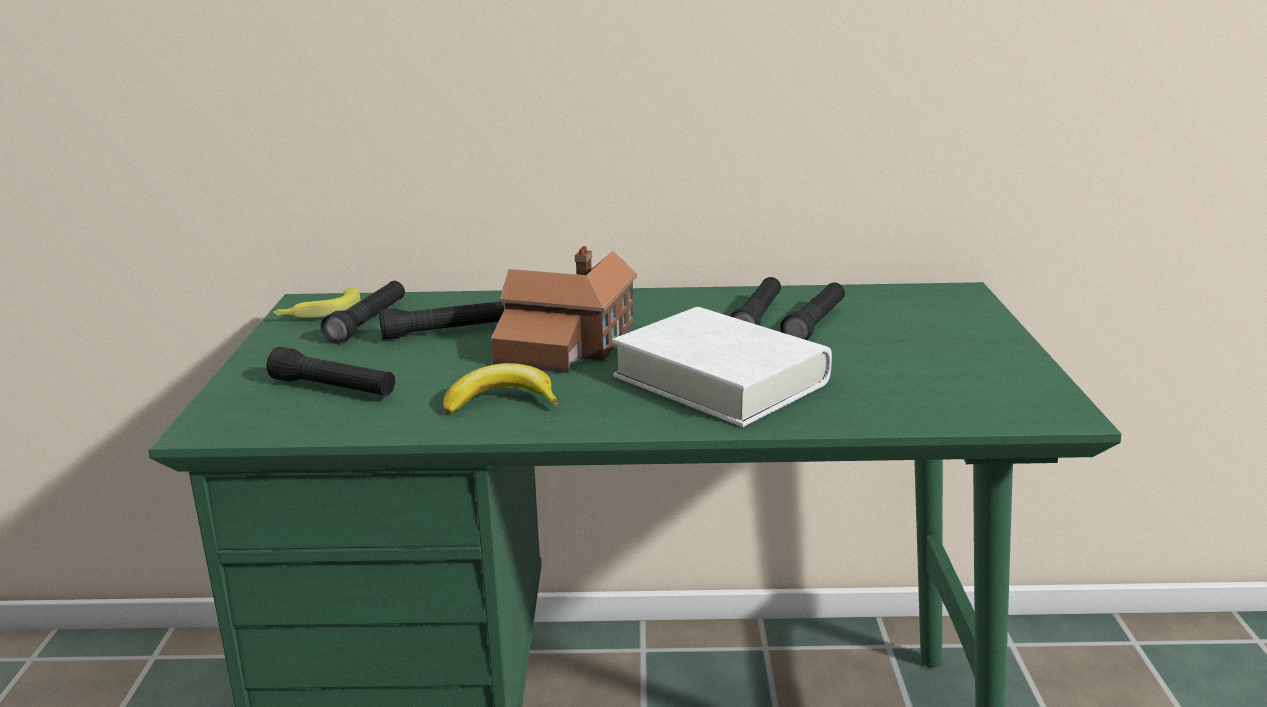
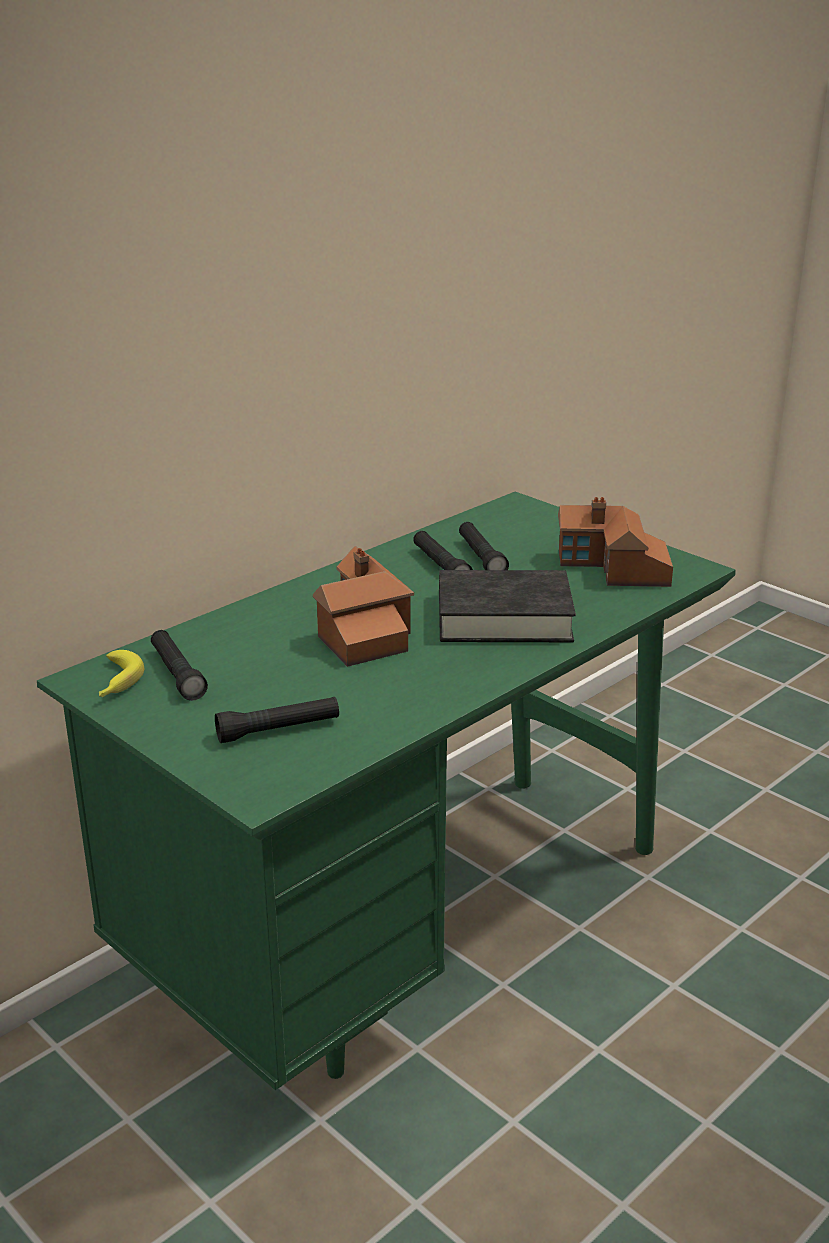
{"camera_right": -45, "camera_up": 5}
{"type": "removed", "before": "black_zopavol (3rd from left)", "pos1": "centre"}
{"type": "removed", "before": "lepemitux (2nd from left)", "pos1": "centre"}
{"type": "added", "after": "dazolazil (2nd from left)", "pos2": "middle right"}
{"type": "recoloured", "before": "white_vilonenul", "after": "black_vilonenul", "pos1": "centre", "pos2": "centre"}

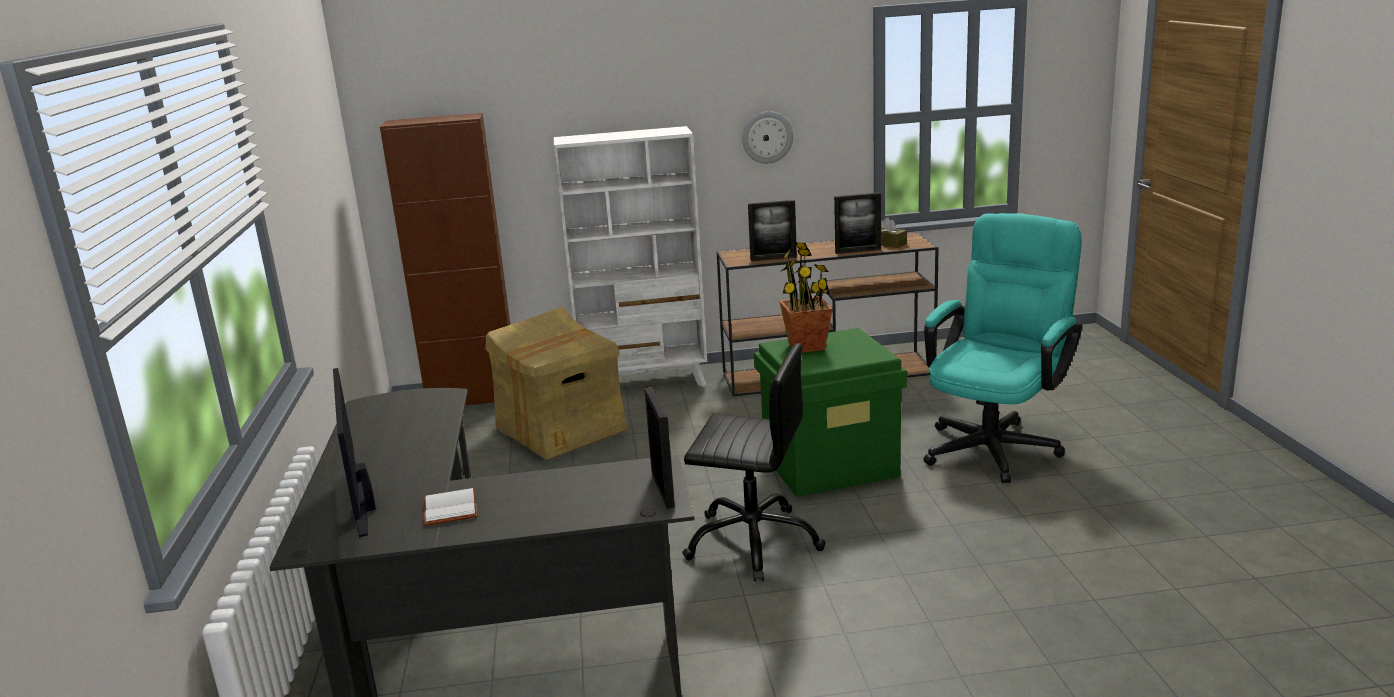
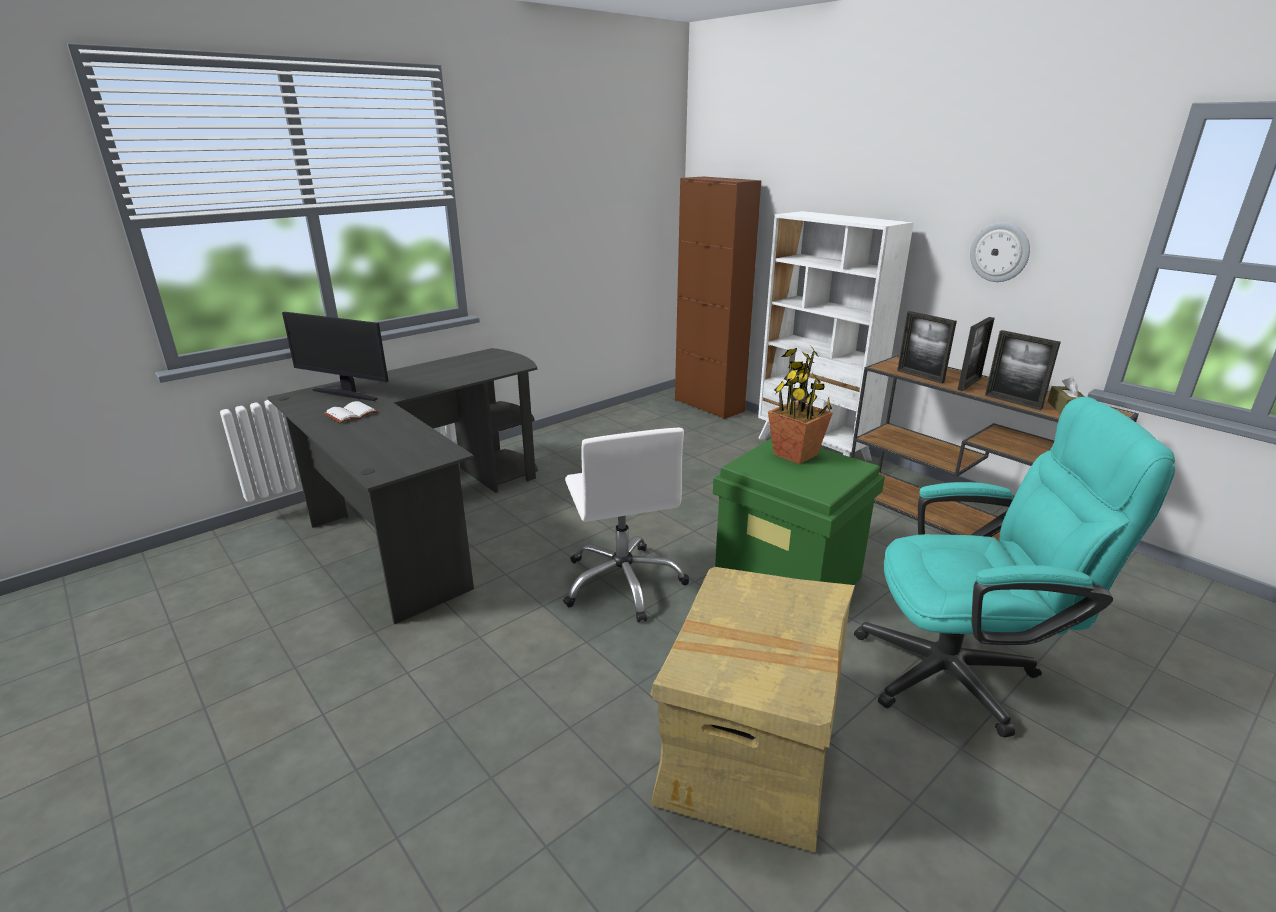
{"camera_right": 55, "camera_up": 5}
{"type": "moved", "before": "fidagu", "pos1": "centre", "pos2": "bottom centre"}
{"type": "moved", "before": "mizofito (1st from left in the first image)", "after": "mizofito (2nd from left)", "pos1": "centre", "pos2": "middle right"}
{"type": "recoloured", "before": "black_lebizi", "after": "white_lebizi", "pos1": "centre", "pos2": "centre"}
{"type": "turned", "before": "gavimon", "pos1": "middle left", "pos2": "middle left", "turn": -105}

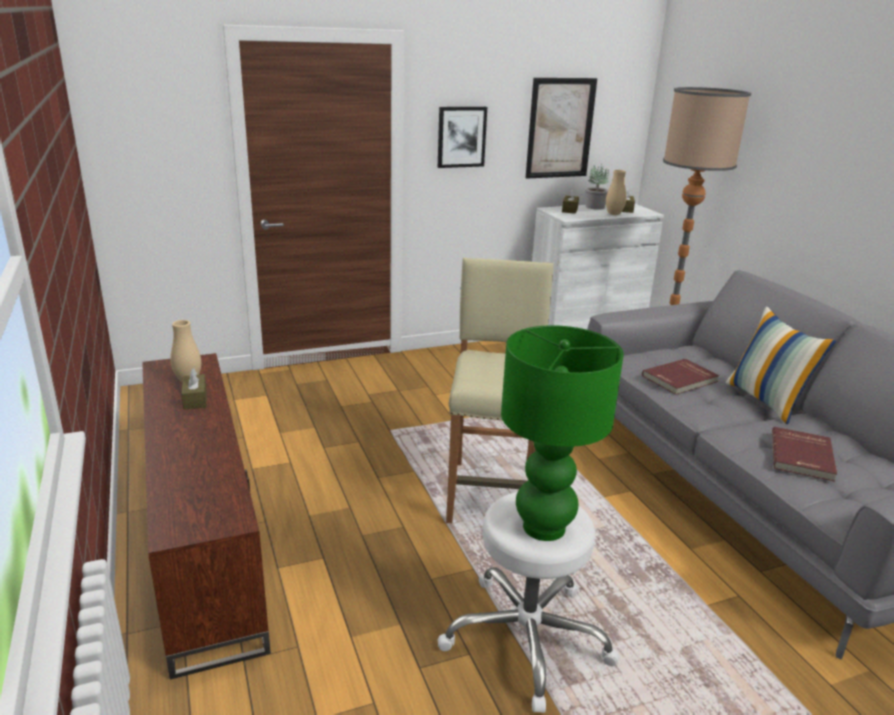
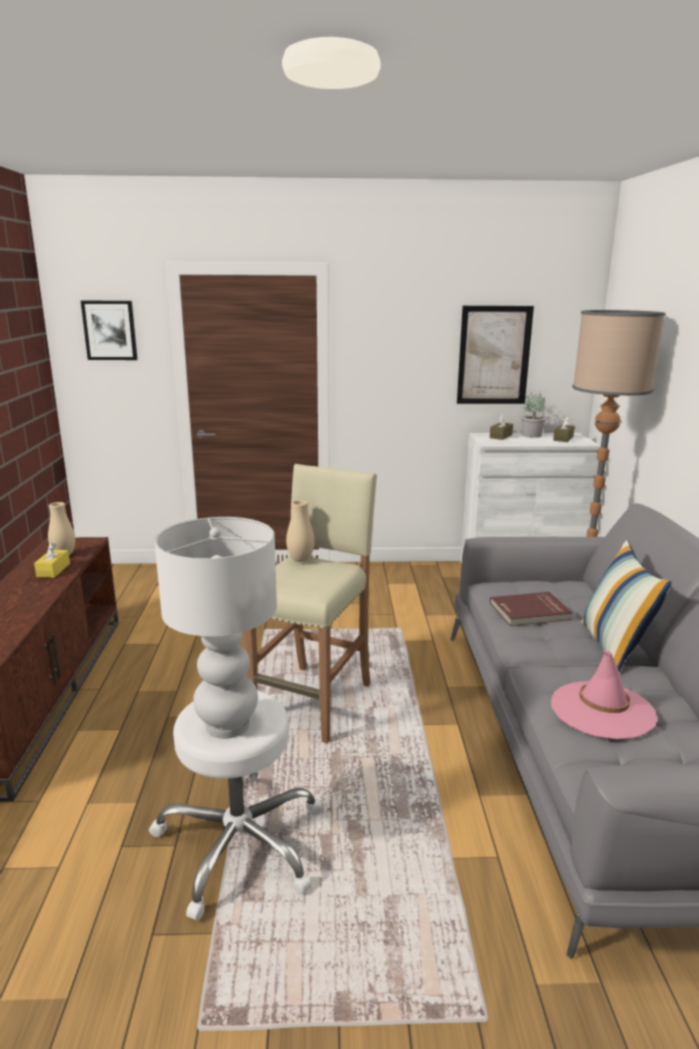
{"camera_right": 20, "camera_up": -5}
{"type": "moved", "before": "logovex (1st from left)", "pos1": "top centre", "pos2": "top left"}
{"type": "moved", "before": "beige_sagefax (2nd from left)", "pos1": "top right", "pos2": "centre"}
{"type": "replaced", "before": "red_vilonenul (2nd from left)", "after": "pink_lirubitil", "pos1": "middle right", "pos2": "middle right"}
{"type": "recoloured", "before": "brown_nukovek (1st from left)", "after": "yellow_nukovek", "pos1": "middle left", "pos2": "middle left"}
{"type": "recoloured", "before": "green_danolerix", "after": "white_danolerix", "pos1": "centre", "pos2": "middle left"}

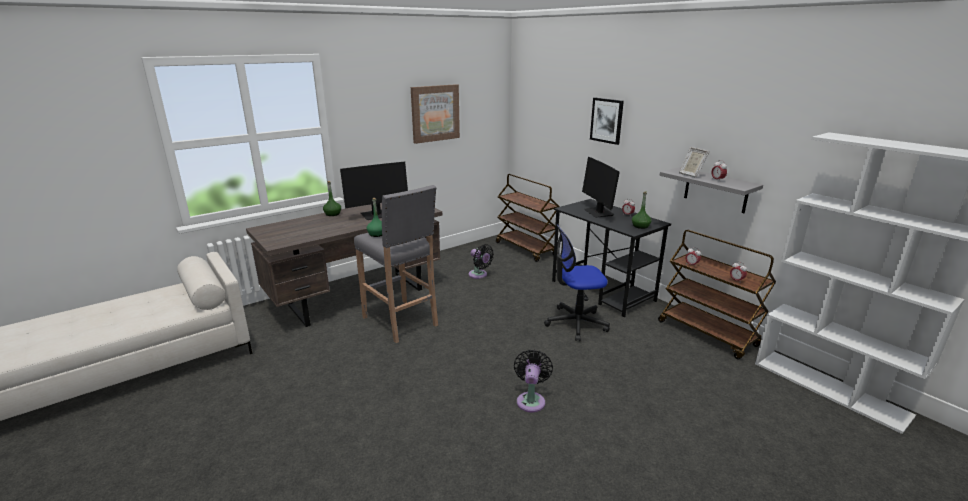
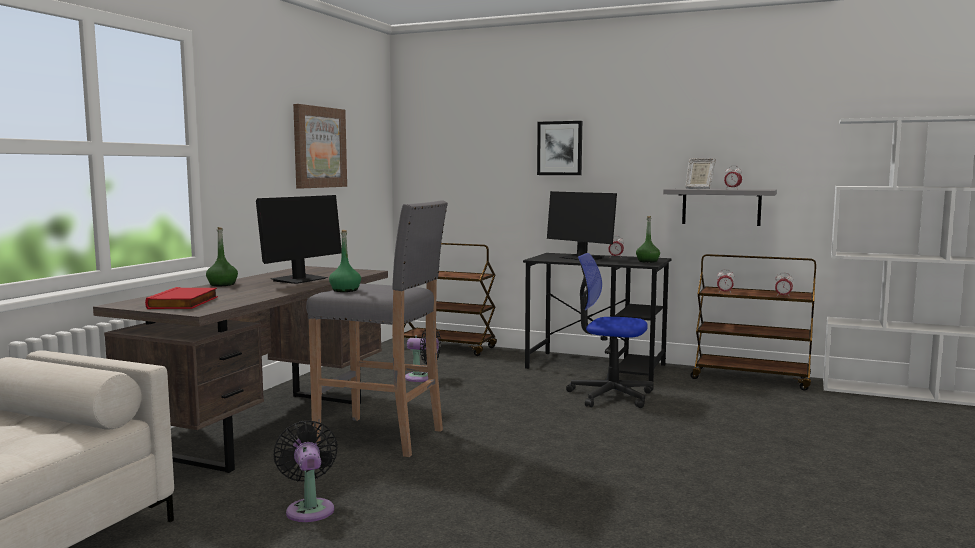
{"camera_right": -30, "camera_up": -15}
{"type": "added", "after": "red_vilonenul", "pos2": "middle left"}
{"type": "moved", "before": "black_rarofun (2nd from left in the first image)", "after": "black_rarofun (1st from left)", "pos1": "bottom centre", "pos2": "bottom left"}
{"type": "turned", "before": "lebizi", "pos1": "centre", "pos2": "centre", "turn": 60}

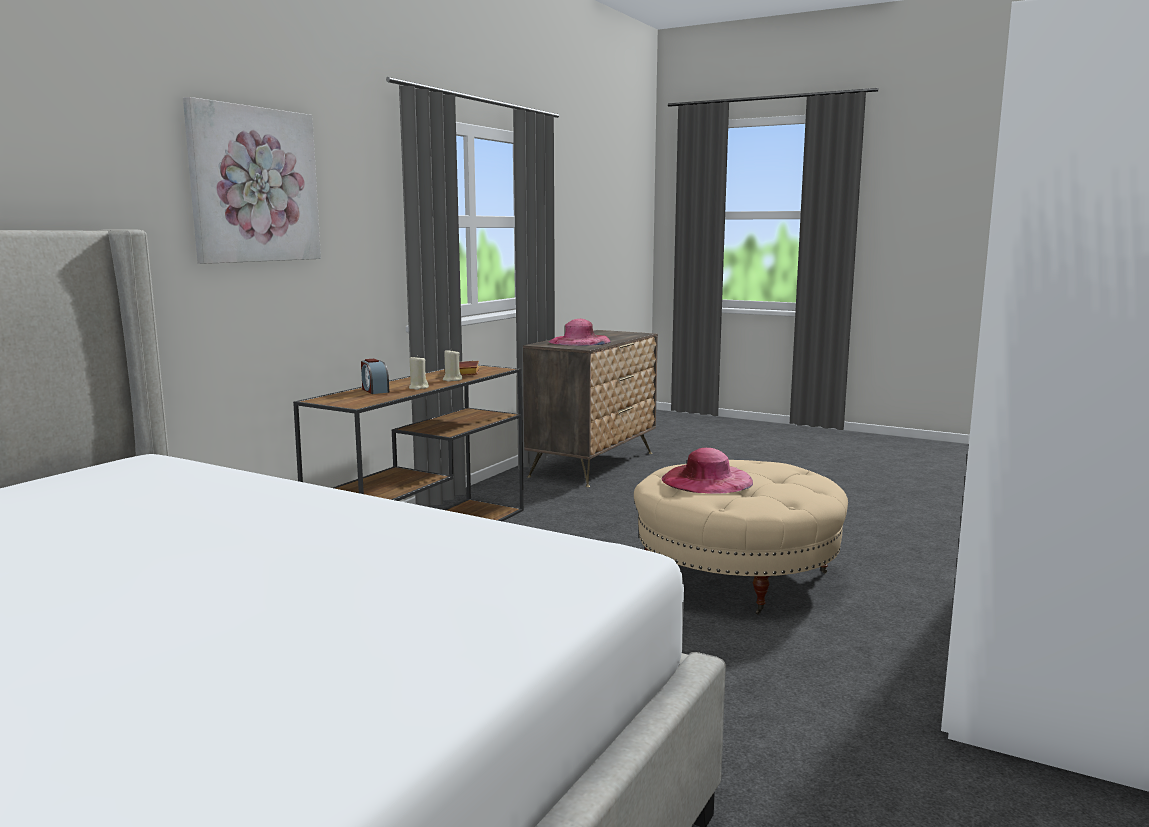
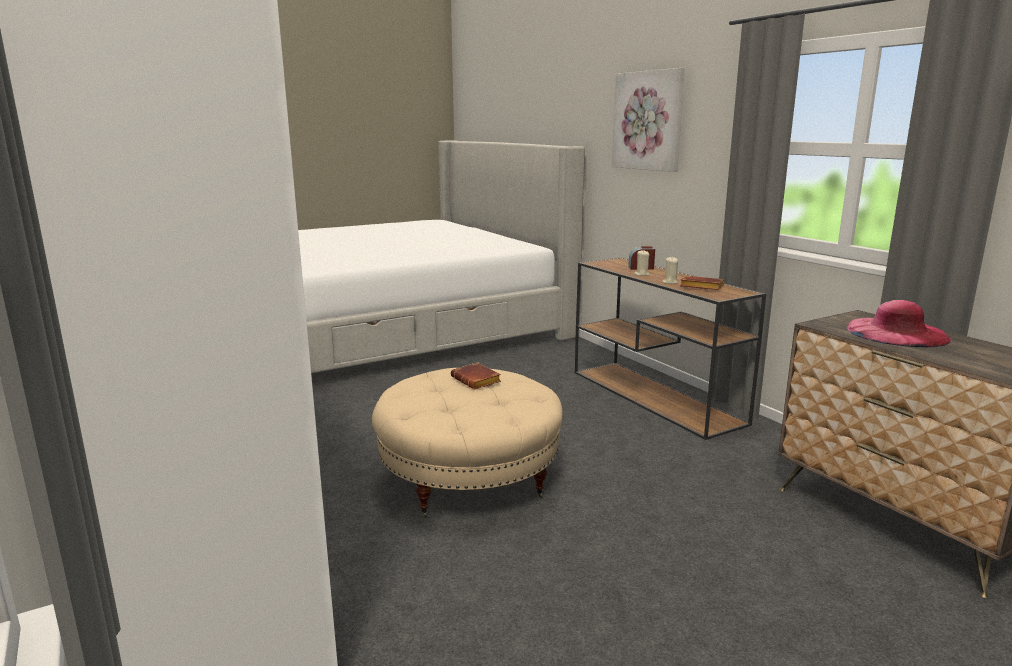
{"camera_right": 120, "camera_up": 5}
{"type": "replaced", "before": "pink_lirubitil (2nd from left)", "after": "brown_vilonenul (1st from left)", "pos1": "centre", "pos2": "centre"}

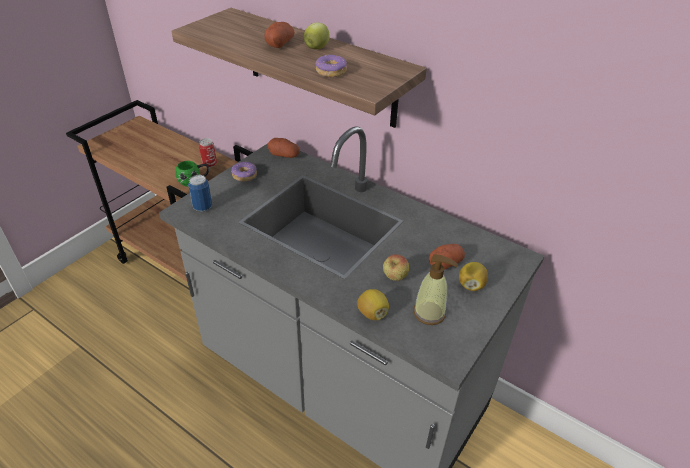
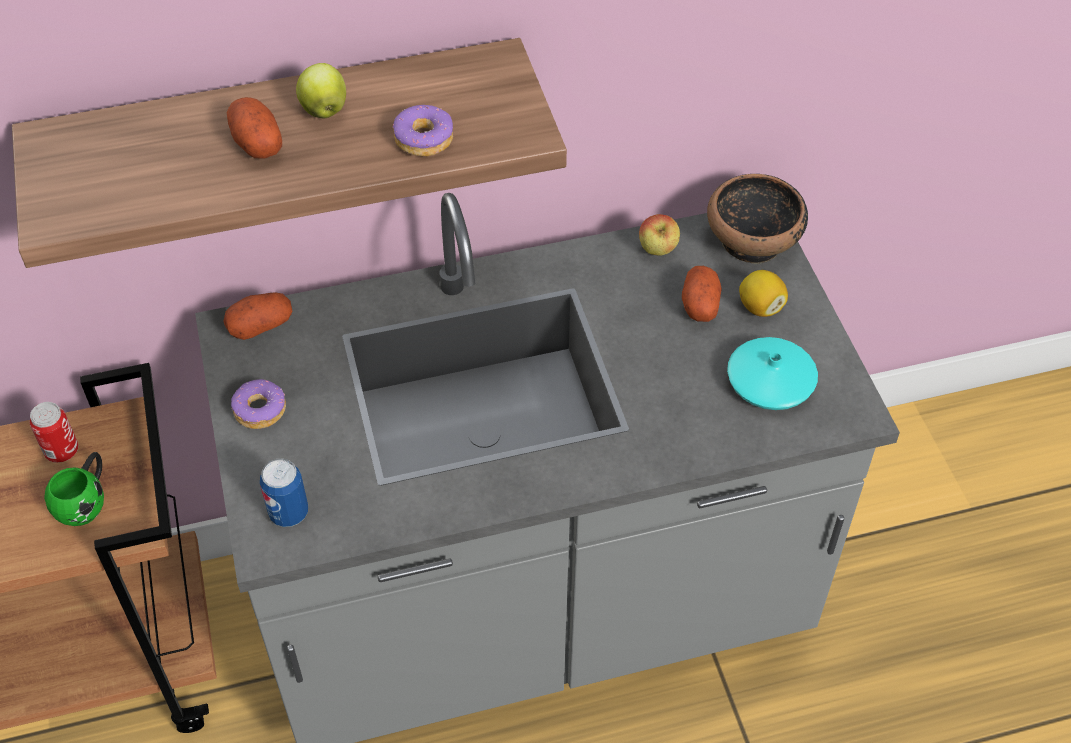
{"camera_right": -50, "camera_up": 10}
{"type": "removed", "before": "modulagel (1st from left)", "pos1": "centre"}
{"type": "added", "after": "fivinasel", "pos2": "top right"}
{"type": "moved", "before": "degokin (2nd from left)", "pos1": "centre", "pos2": "top centre"}
{"type": "replaced", "before": "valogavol", "after": "turquoise_sagefax", "pos1": "centre", "pos2": "middle right"}

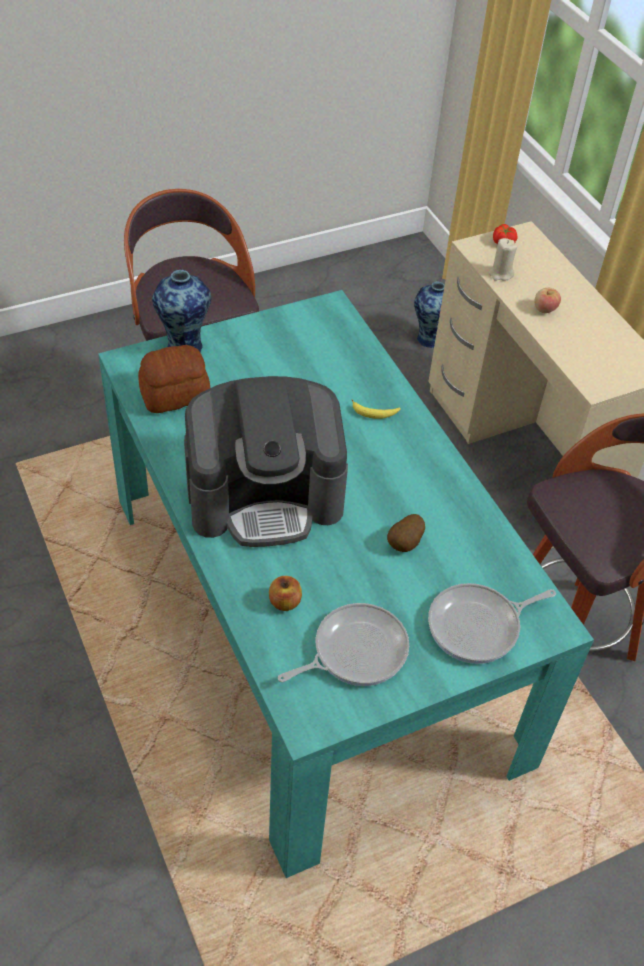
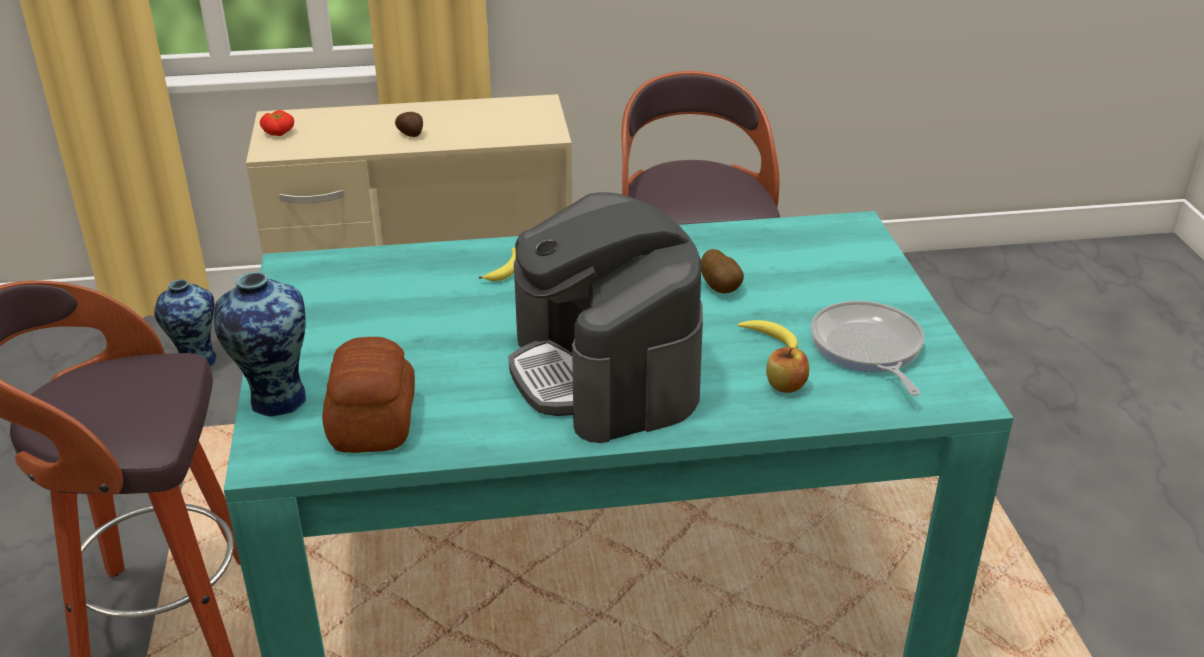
{"camera_right": -70, "camera_up": -15}
{"type": "removed", "before": "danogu (2nd from left)", "pos1": "middle right"}
{"type": "removed", "before": "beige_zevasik", "pos1": "top right"}
{"type": "added", "after": "lepemitux (2nd from left)", "pos2": "centre"}
{"type": "replaced", "before": "degokin (2nd from left)", "after": "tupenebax (1st from left)", "pos1": "top right", "pos2": "top centre"}
{"type": "turned", "before": "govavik", "pos1": "centre", "pos2": "centre", "turn": 150}

